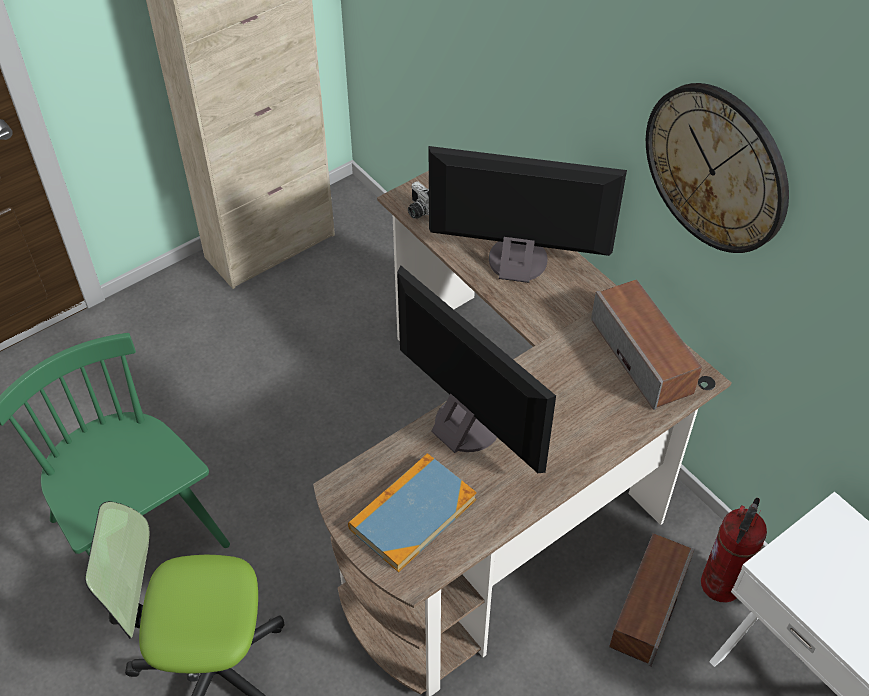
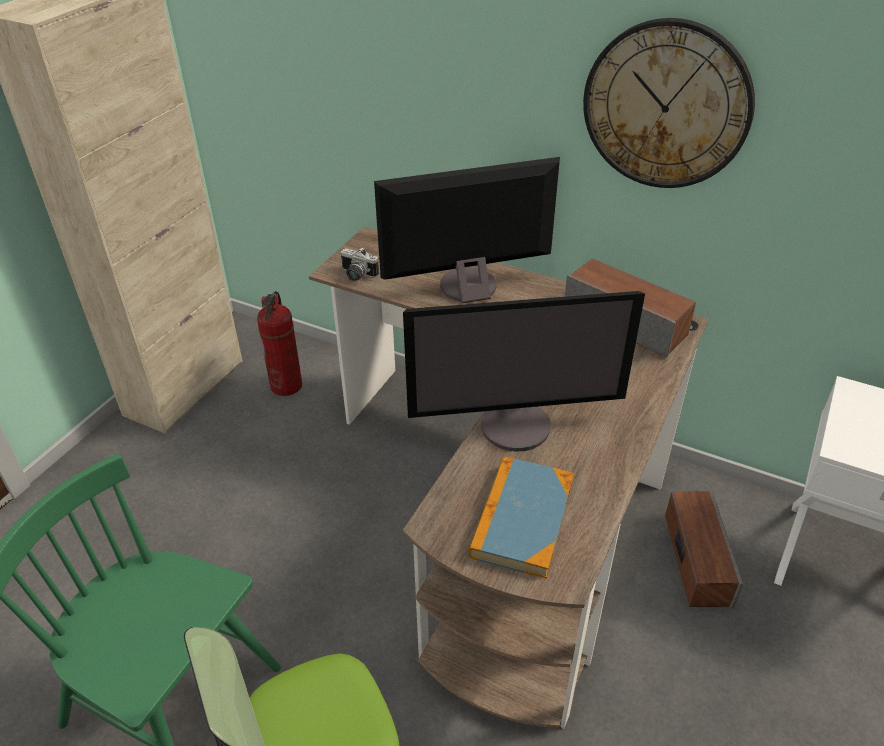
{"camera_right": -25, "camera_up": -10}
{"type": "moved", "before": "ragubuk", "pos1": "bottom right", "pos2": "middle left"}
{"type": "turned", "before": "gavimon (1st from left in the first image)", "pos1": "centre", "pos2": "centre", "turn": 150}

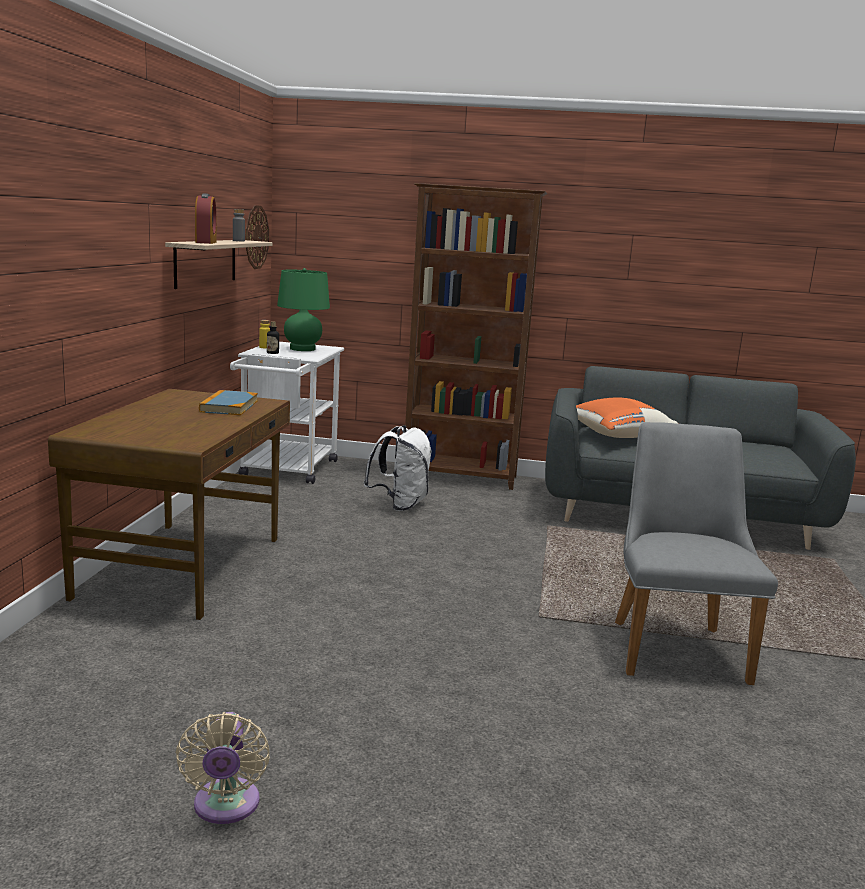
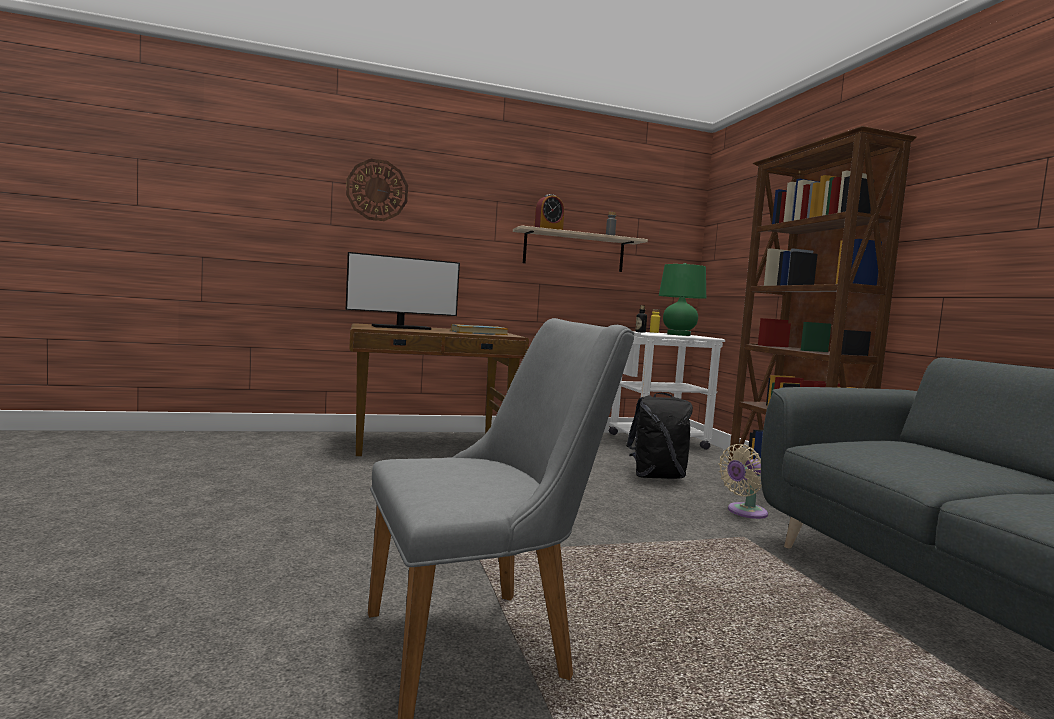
{"camera_right": 65, "camera_up": -10}
{"type": "removed", "before": "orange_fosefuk", "pos1": "middle right"}
{"type": "added", "after": "gavimon", "pos2": "centre"}
{"type": "moved", "before": "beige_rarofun", "pos1": "bottom left", "pos2": "bottom right"}
{"type": "moved", "before": "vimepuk", "pos1": "top left", "pos2": "top centre"}
{"type": "recoloured", "before": "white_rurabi", "after": "black_rurabi", "pos1": "centre", "pos2": "centre"}

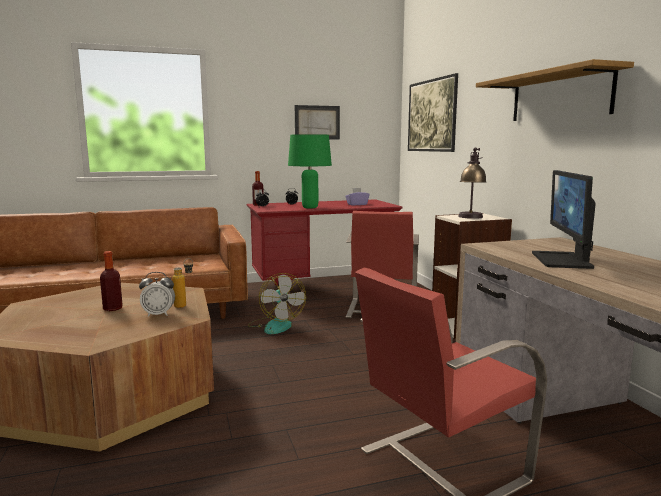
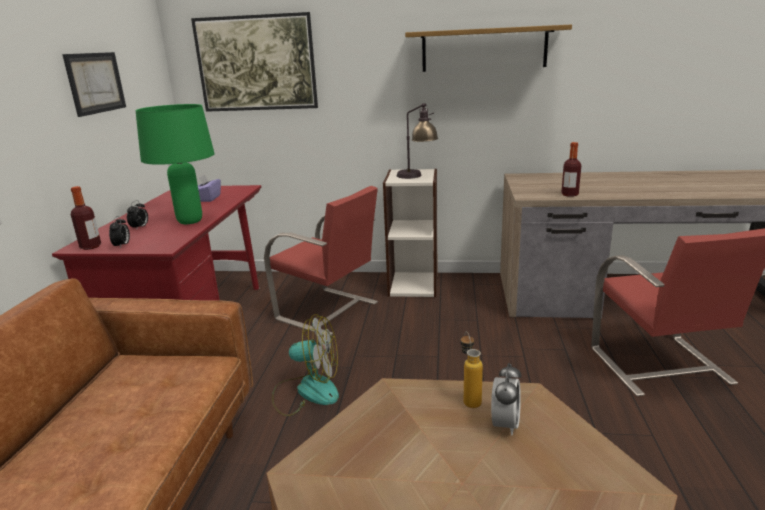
{"camera_right": -65, "camera_up": 10}
{"type": "removed", "before": "gavimon", "pos1": "middle right"}
{"type": "moved", "before": "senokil (1st from left in the first image)", "after": "senokil (3rd from left)", "pos1": "middle left", "pos2": "top right"}

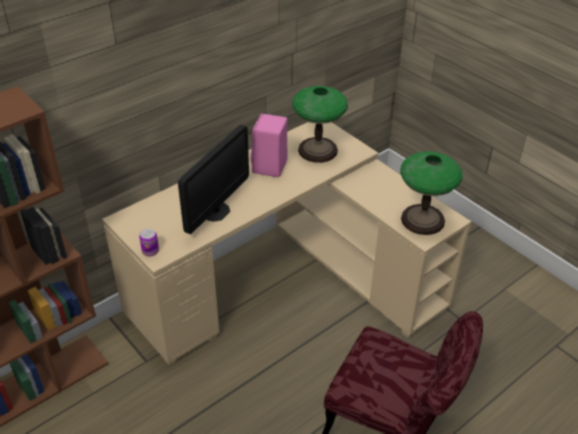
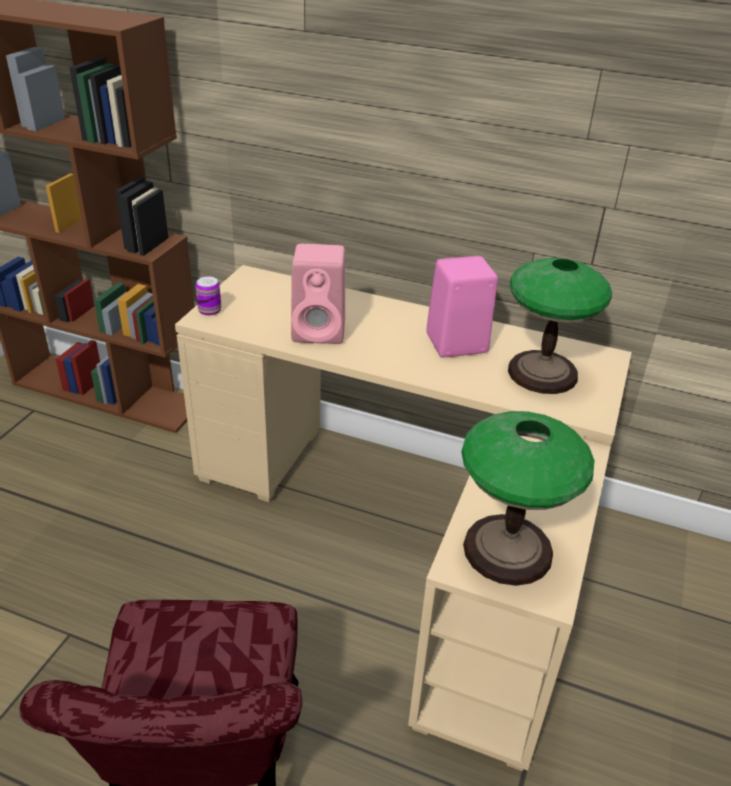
{"camera_right": 60, "camera_up": -5}
{"type": "replaced", "before": "gavimon", "after": "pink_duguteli (1st from left)", "pos1": "centre", "pos2": "centre"}

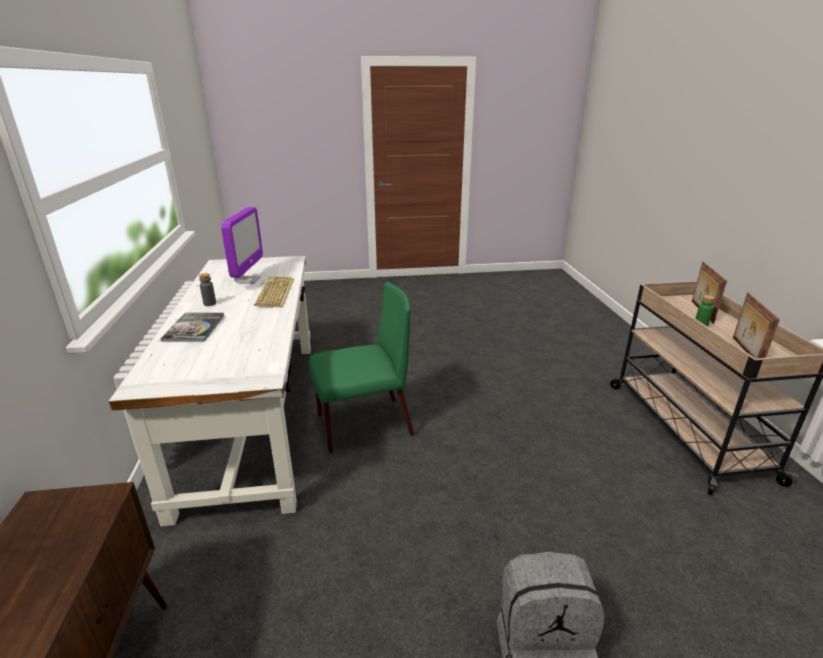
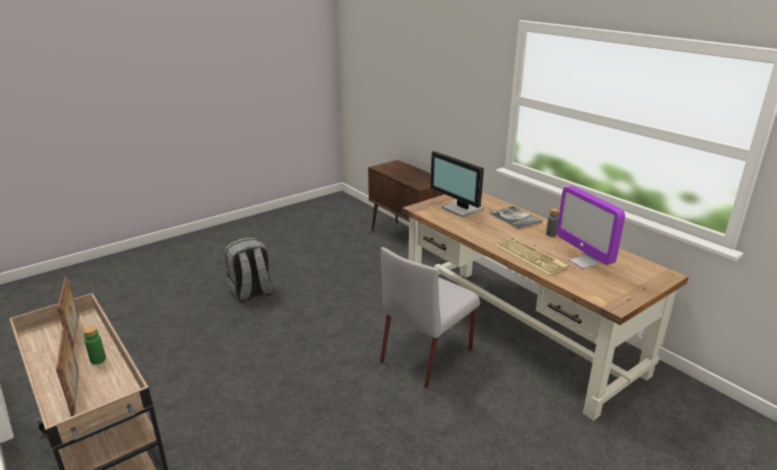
{"camera_right": 150, "camera_up": 0}
{"type": "added", "after": "gavimon (1st from left)", "pos2": "centre"}
{"type": "recoloured", "before": "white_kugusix", "after": "brown_kugusix", "pos1": "middle left", "pos2": "middle right"}
{"type": "recoloured", "before": "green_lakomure", "after": "grey_lakomure", "pos1": "centre", "pos2": "bottom centre"}

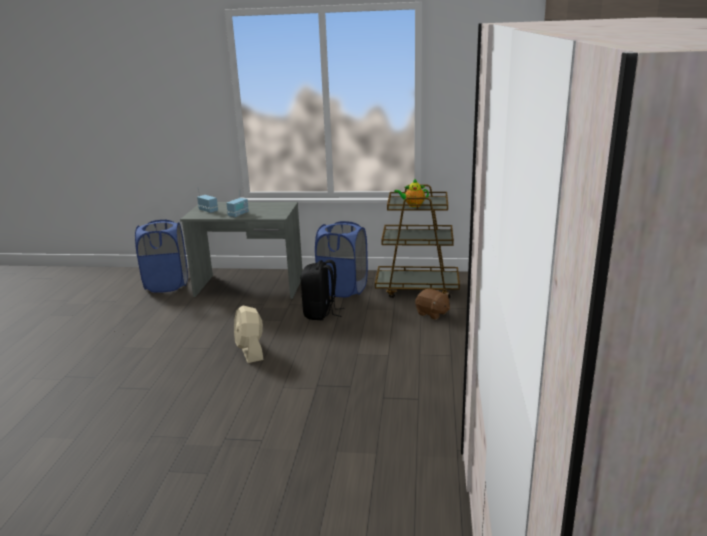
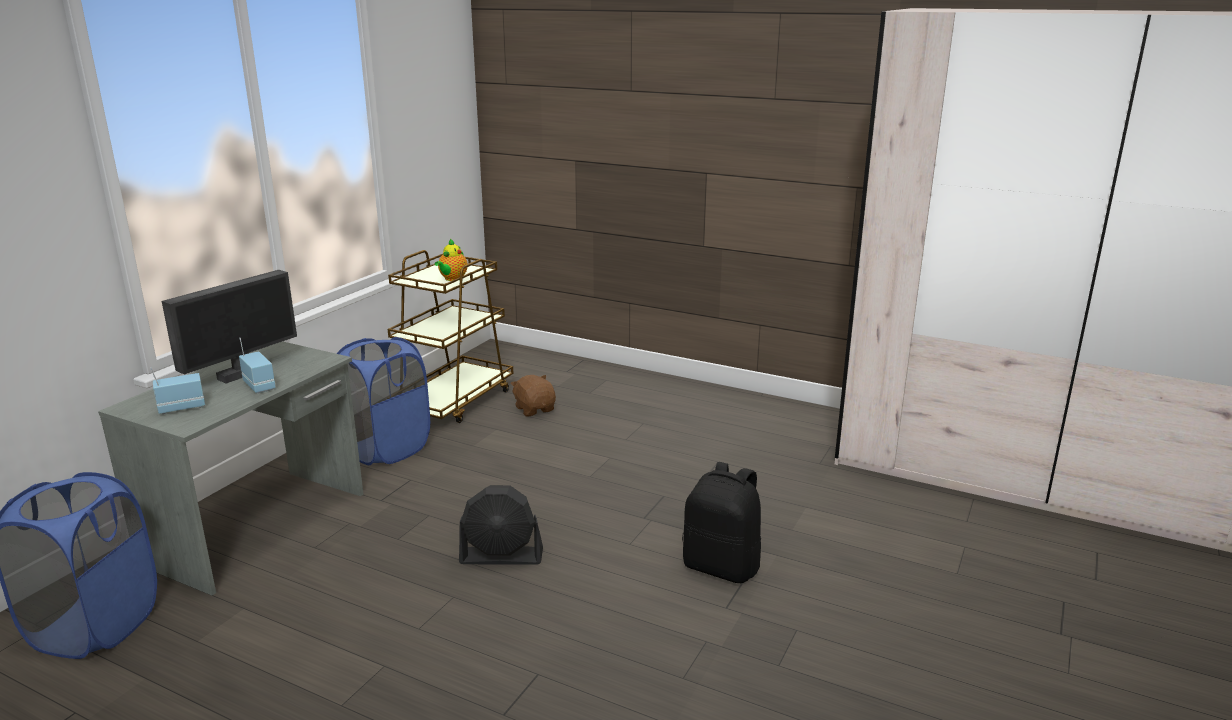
{"camera_right": -70, "camera_up": 0}
{"type": "added", "after": "gavimon", "pos2": "middle left"}
{"type": "moved", "before": "black_rurabi", "pos1": "centre", "pos2": "bottom centre"}
{"type": "recoloured", "before": "beige_rarofun", "after": "black_rarofun", "pos1": "centre", "pos2": "bottom centre"}
{"type": "turned", "before": "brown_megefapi", "pos1": "centre", "pos2": "centre", "turn": -90}

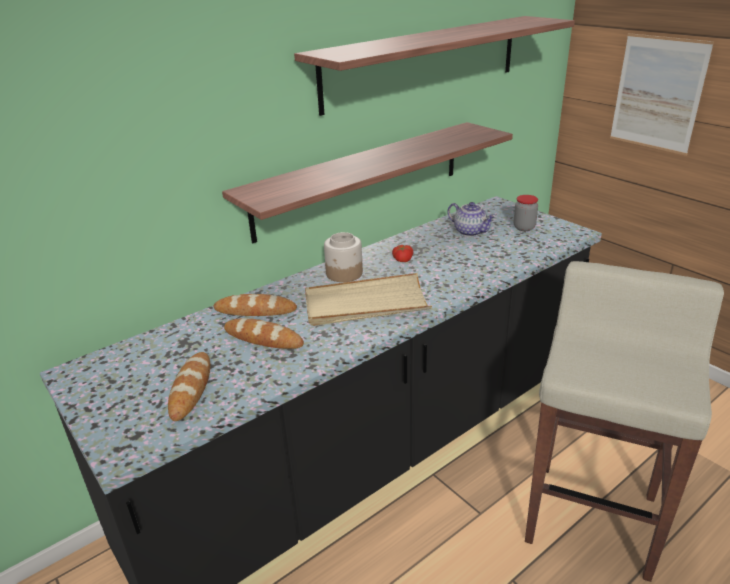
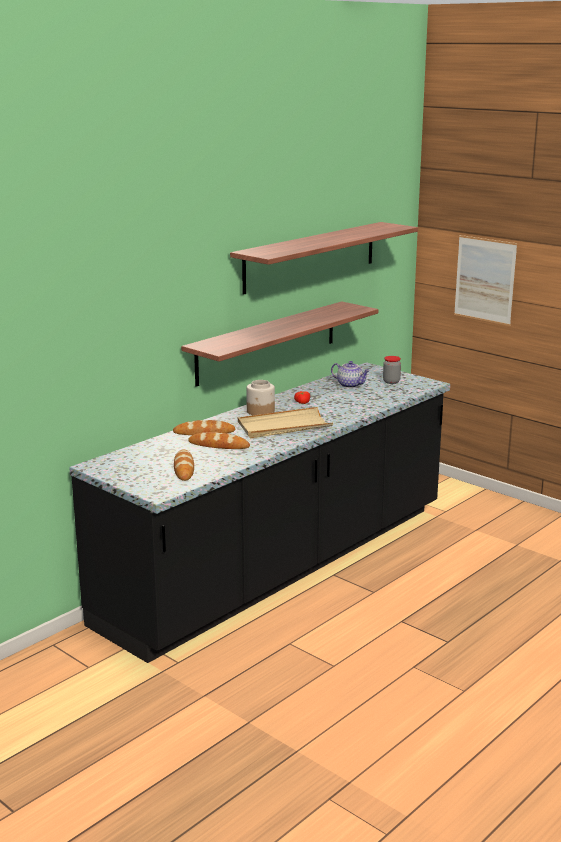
{"camera_right": -10, "camera_up": -10}
{"type": "removed", "before": "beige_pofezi", "pos1": "bottom right"}

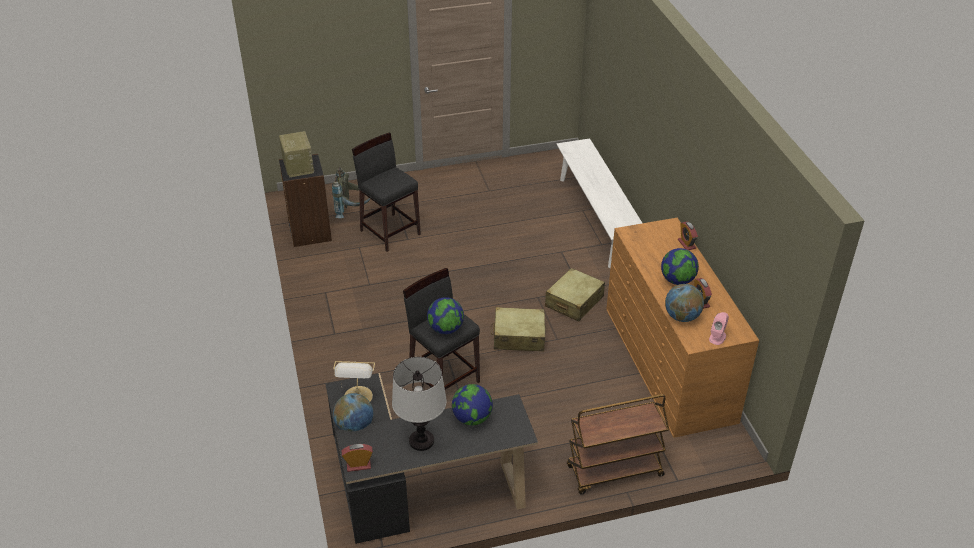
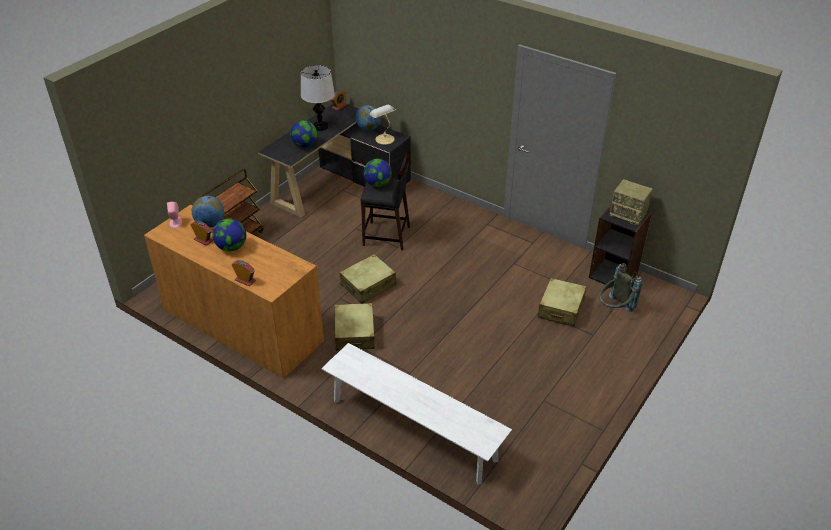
{"camera_right": 140, "camera_up": 0}
{"type": "replaced", "before": "black_pofezi (1st from left)", "after": "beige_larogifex (3rd from left)", "pos1": "centre", "pos2": "middle right"}

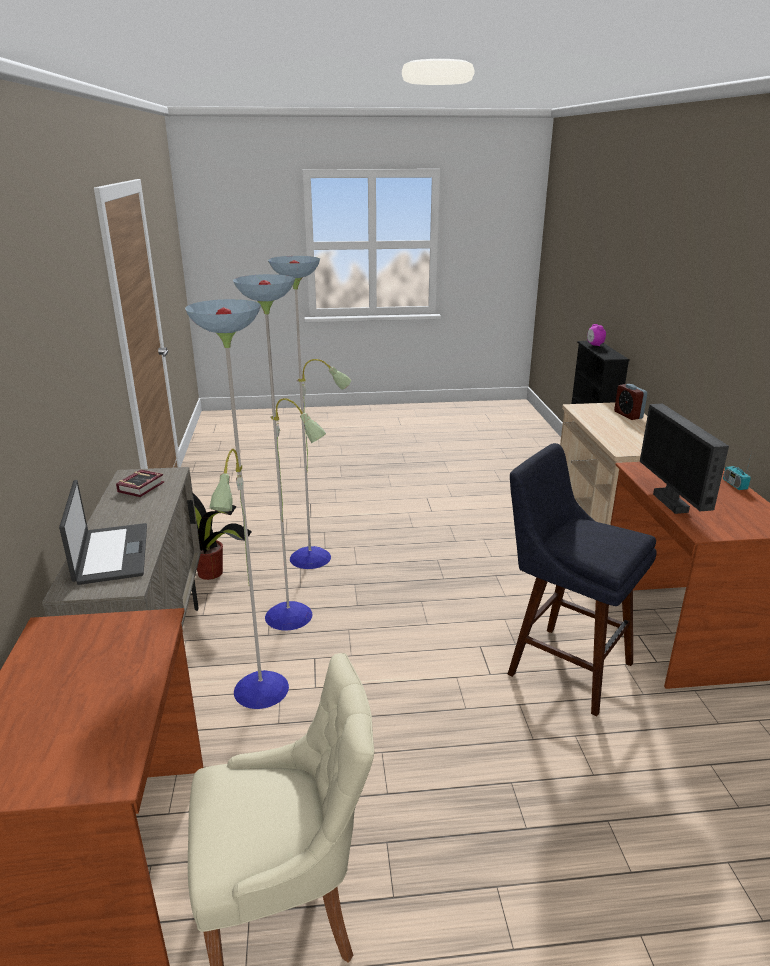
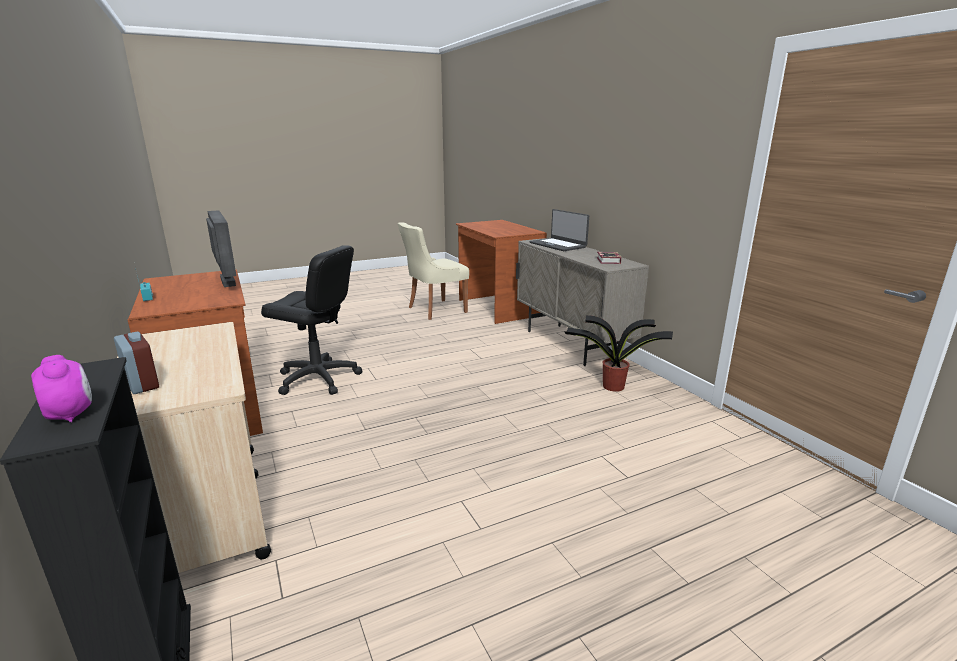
{"camera_right": 160, "camera_up": -5}
{"type": "removed", "before": "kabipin", "pos1": "centre"}
{"type": "replaced", "before": "blue_pofezi", "after": "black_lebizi", "pos1": "middle right", "pos2": "middle left"}

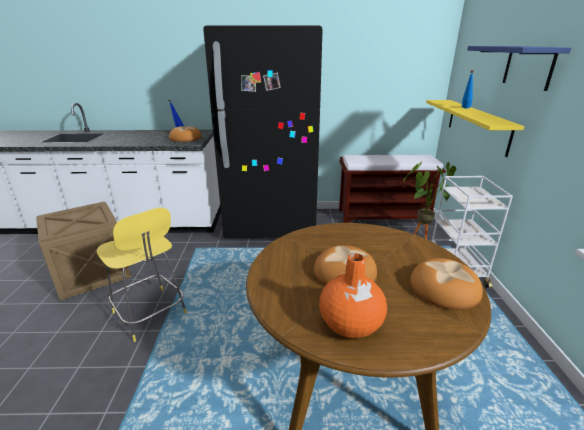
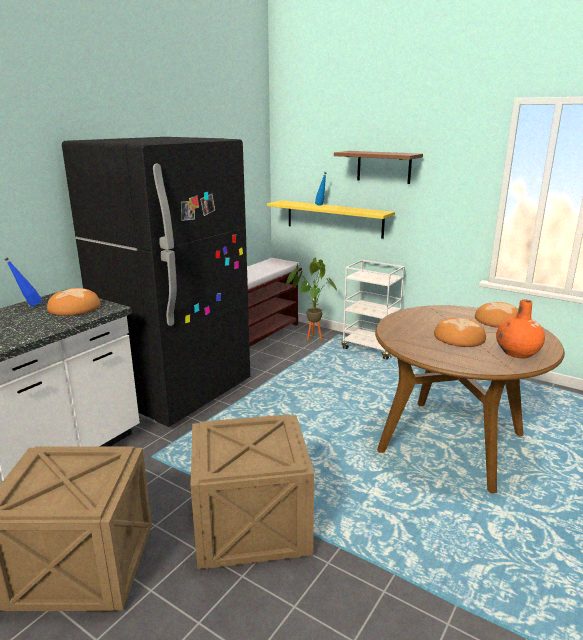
{"camera_right": -55, "camera_up": -5}
{"type": "replaced", "before": "yellow_pofezi", "after": "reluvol (2nd from left)", "pos1": "middle left", "pos2": "bottom centre"}
{"type": "recoloured", "before": "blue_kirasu", "after": "brown_kirasu", "pos1": "top right", "pos2": "top centre"}

